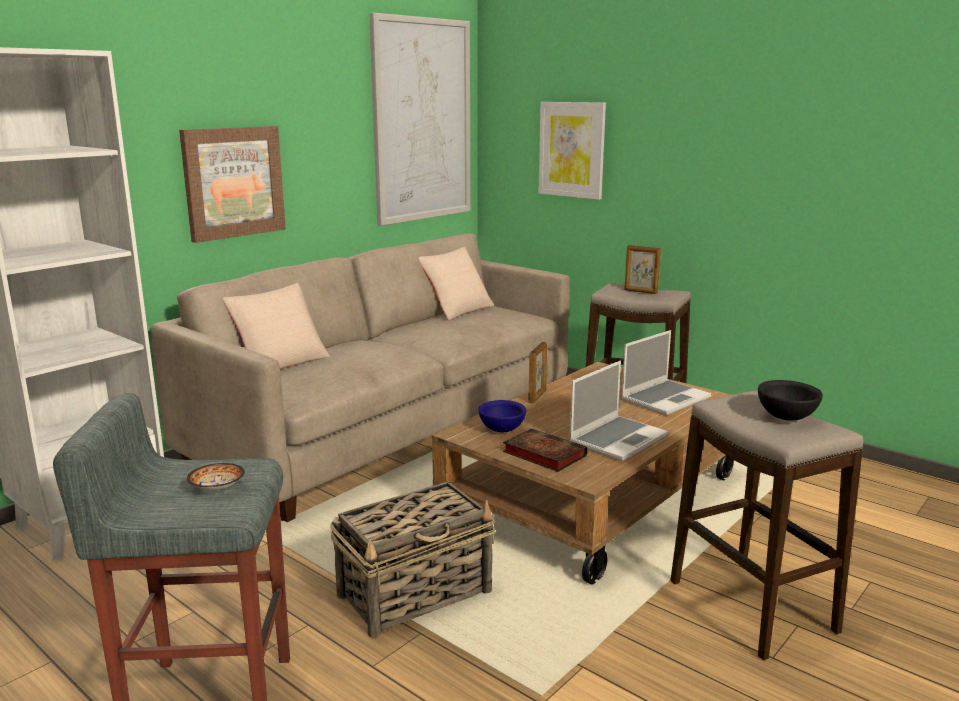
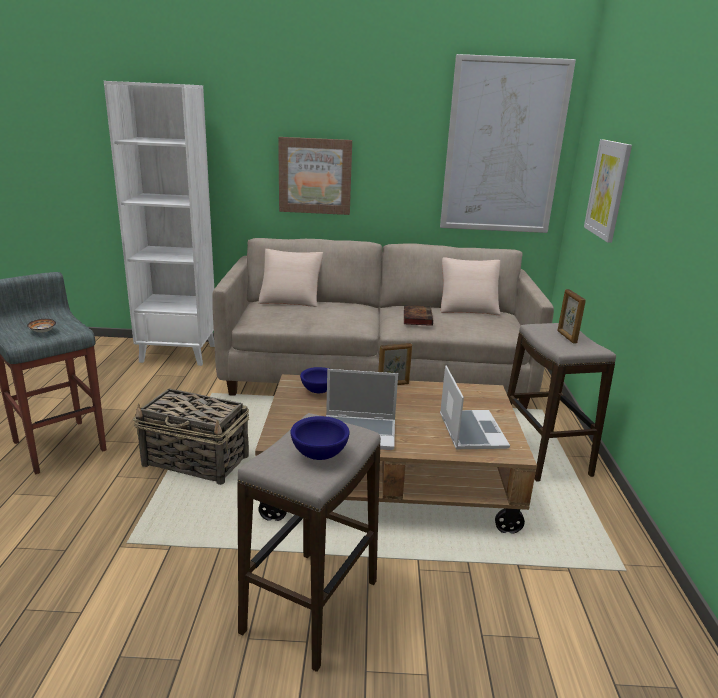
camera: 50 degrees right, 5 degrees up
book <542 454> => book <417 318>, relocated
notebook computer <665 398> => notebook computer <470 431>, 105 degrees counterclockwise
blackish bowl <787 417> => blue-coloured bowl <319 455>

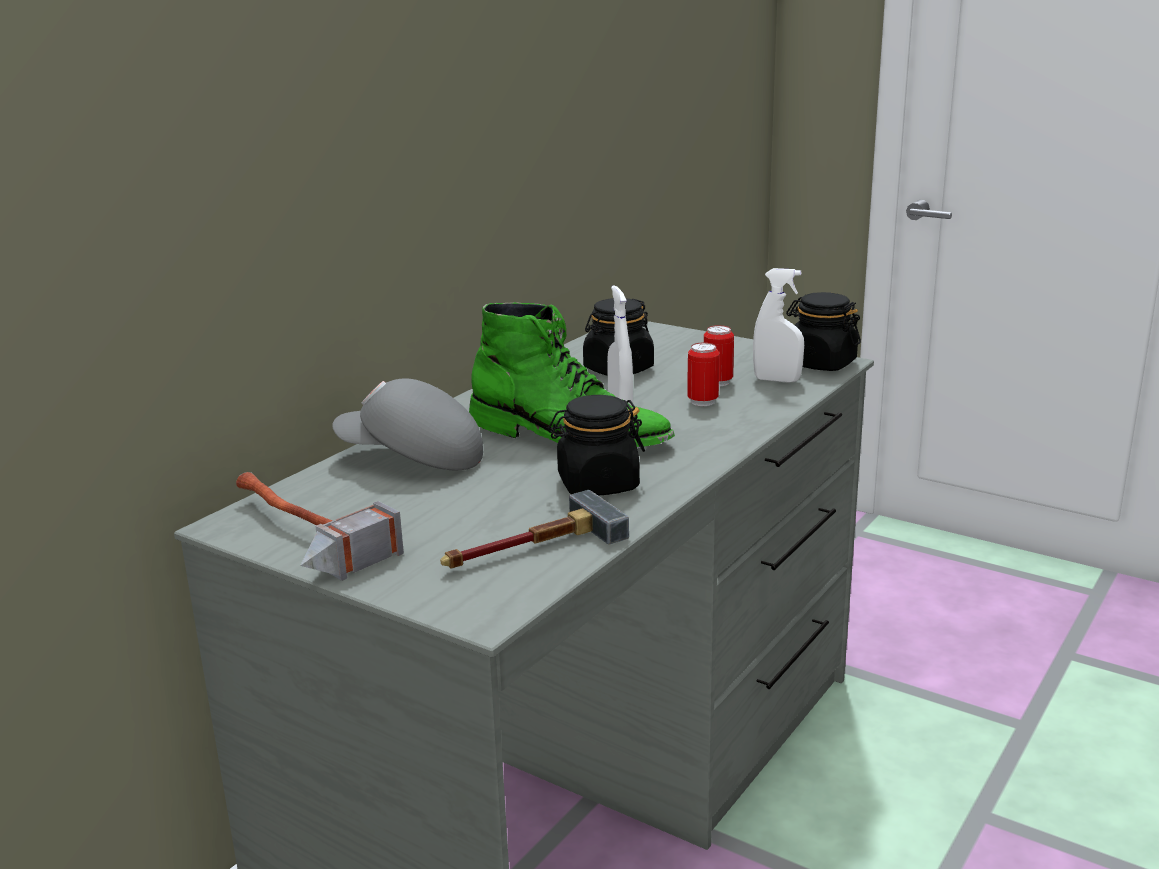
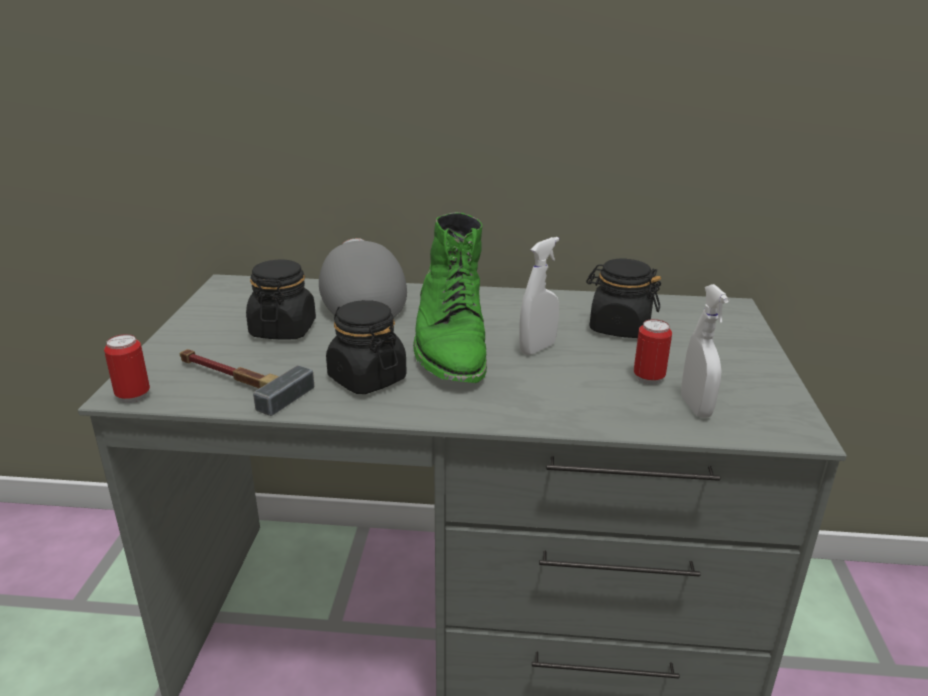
camera: 60 degrees right, 5 degrees up
tool hammer <295 536> => nothing
can <702 402> => can <133 396>, relocated
blackish jar <821 363> => blackish jar <283 329>, relocated

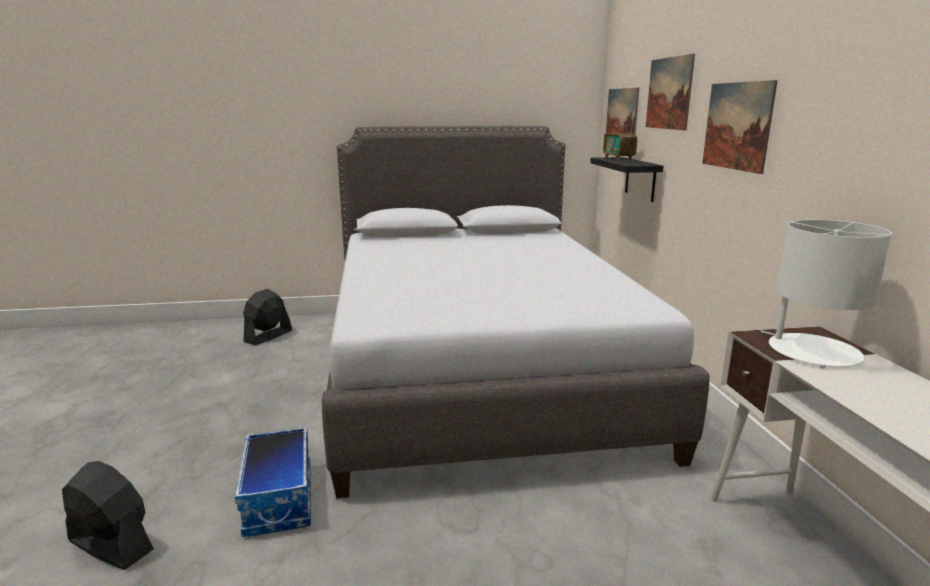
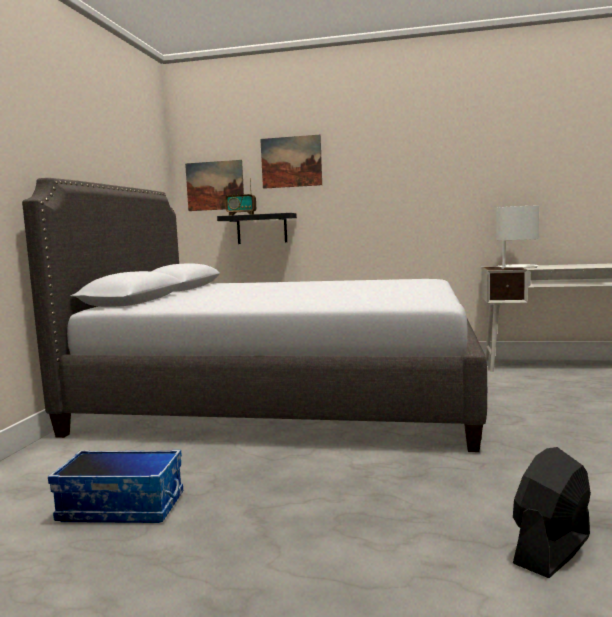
camera: 70 degrees left, 10 degrees down
storage box <280 498> => storage box <122 507>, relocated
blackish fan <268 336> => nothing
wall art <737 126> => nothing

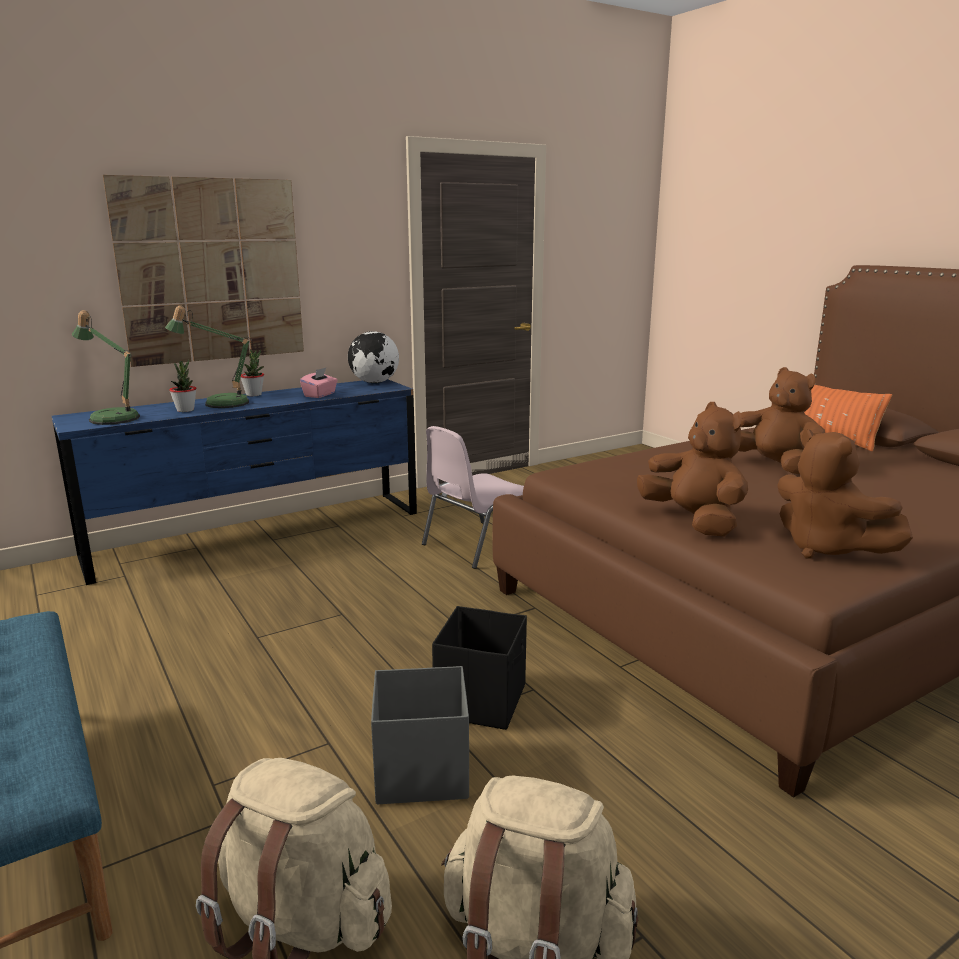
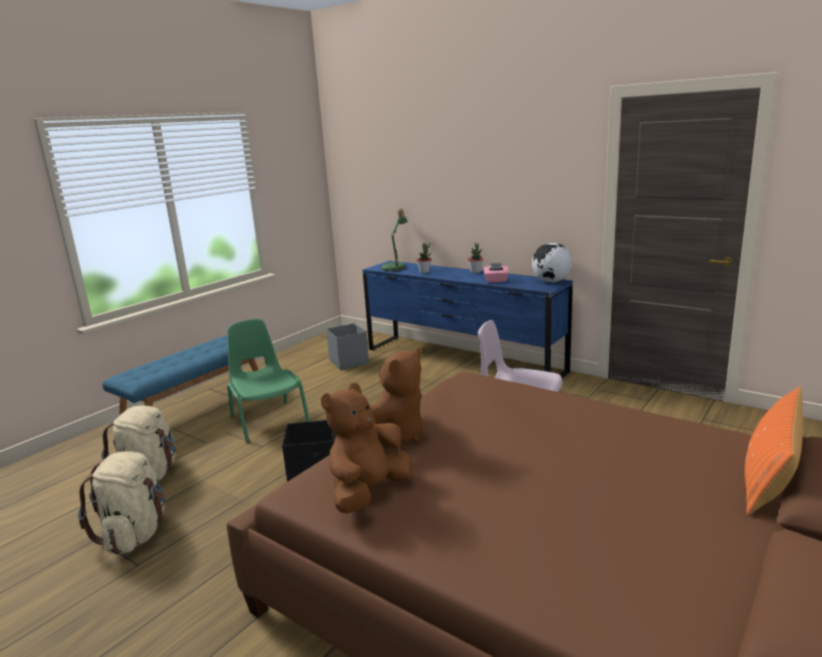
camera: 70 degrees right, 0 degrees up
wall art <212 271> => nothing
tabletop lamp <220 403> => nothing
greyish storage box <420 772> => greyish storage box <349 361>, relocated
brown plush toy <773 466> => nothing
nothing => green upright chair <268 420>

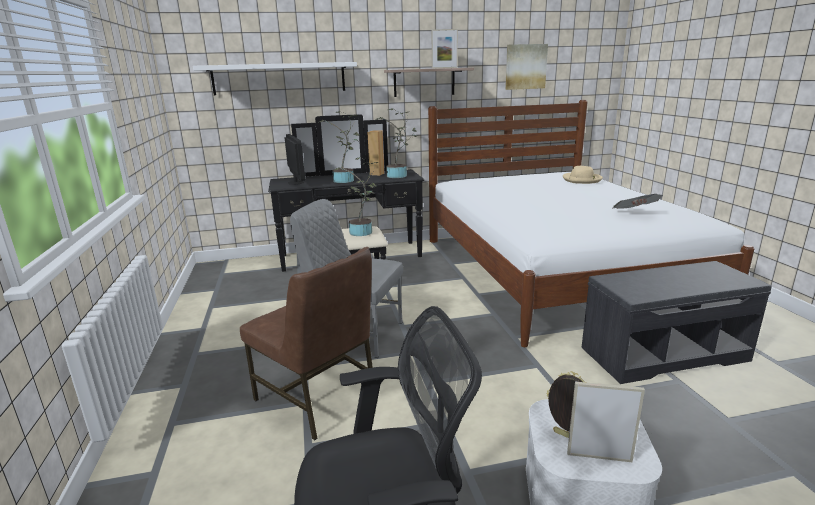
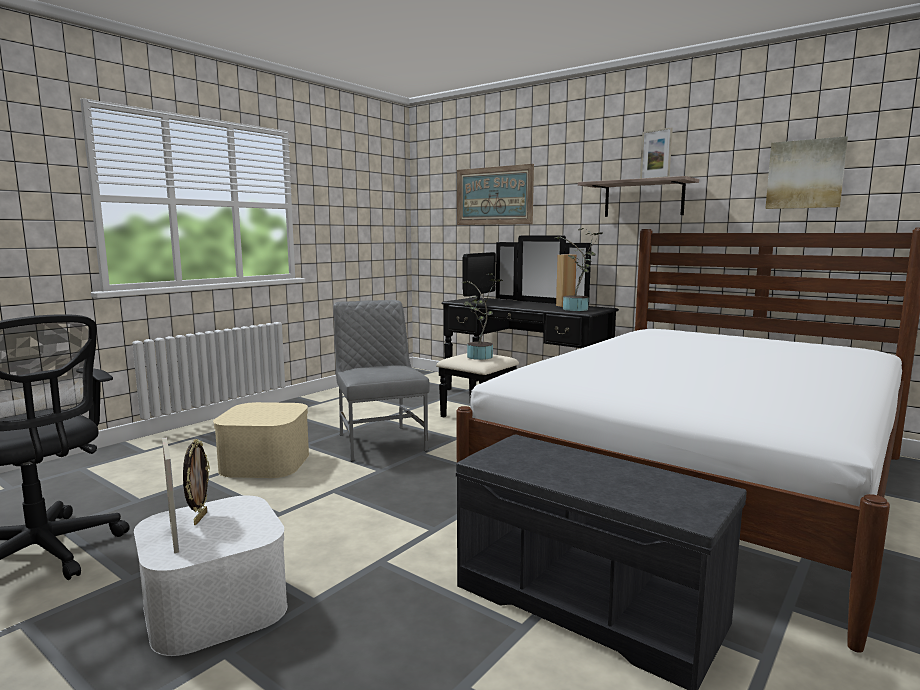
camera: 50 degrees right, 10 degrees down
white shelf <279 78> => wall art <494 196>
brown upright chair <318 399> => sand-coloured storage box <265 462>
houseplant <345 181> => nothing
sand-coloured hat <582 180> => nothing
printed paper <634 213> => nothing

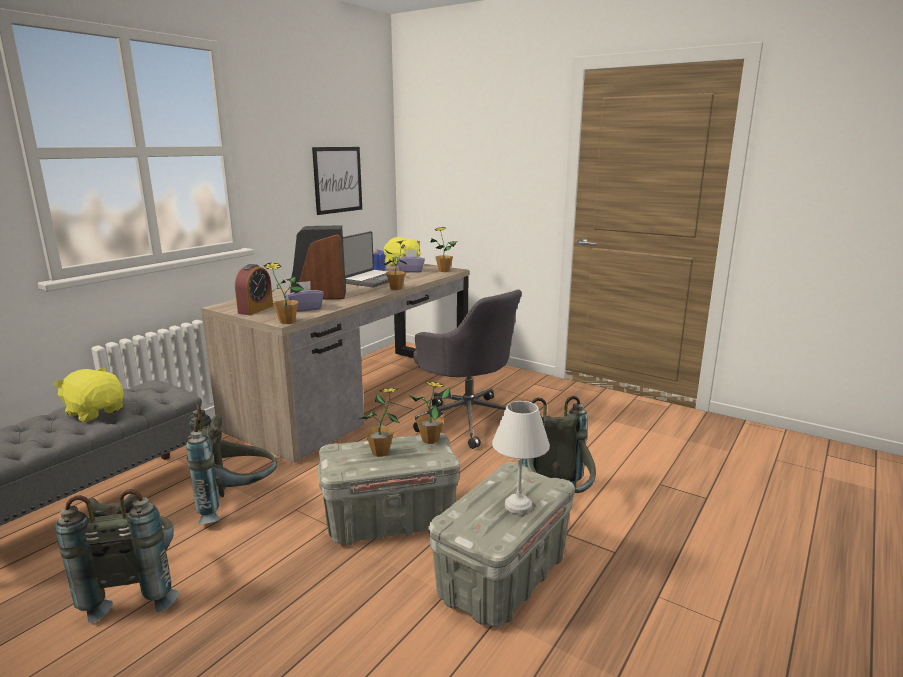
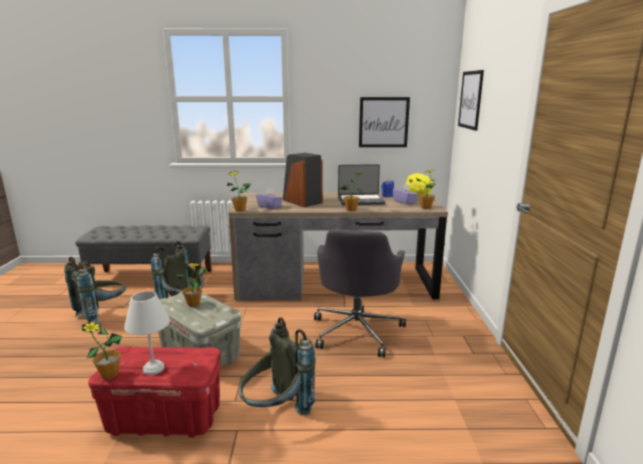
camera: 55 degrees right, 0 degrees up
yellow-coloured plush toy <95 412> => nothing
alarm clock <255 309> => nothing
houseplant <430 440> => houseplant <109 375>, relocated
greyish storage box <503 578> => red storage box <164 418>
nothing => wall art <470 100>

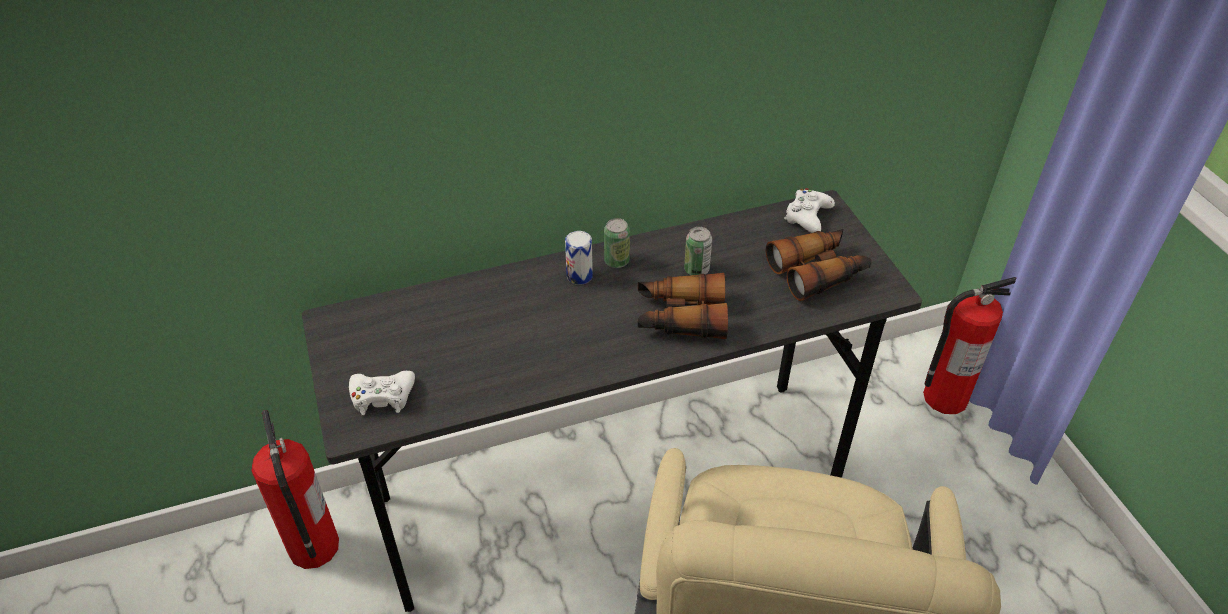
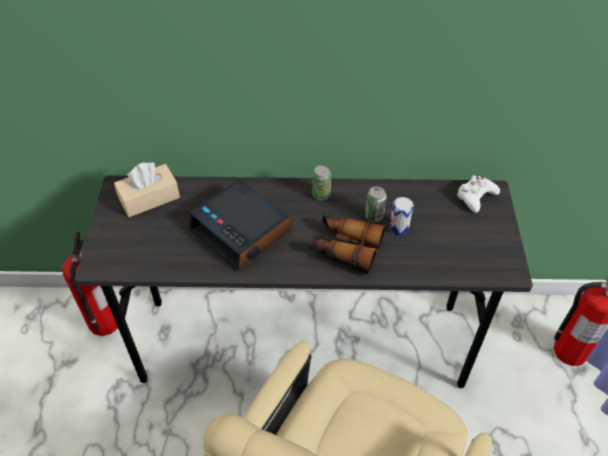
camera: 20 degrees right, 5 degrees up
white gamepad <382 397> => nothing
can <579 276> => can <399 228>, relocated
field glasses <818 271> => nothing
nothing => sand-coloured tissue box <149 198>
nothing => alarm clock <242 231>

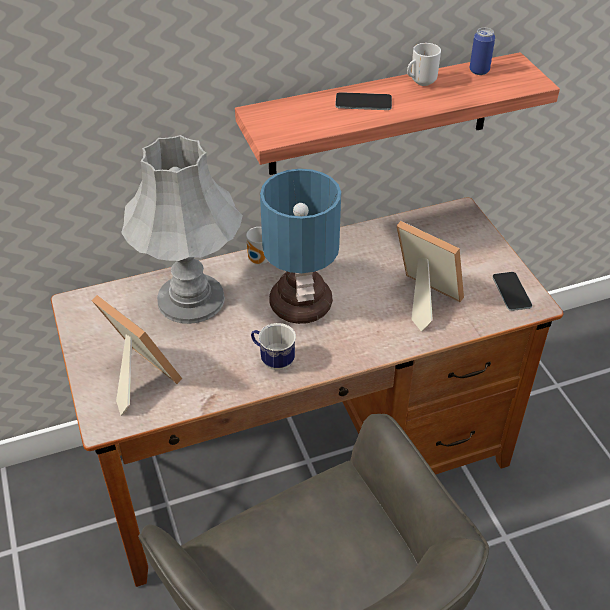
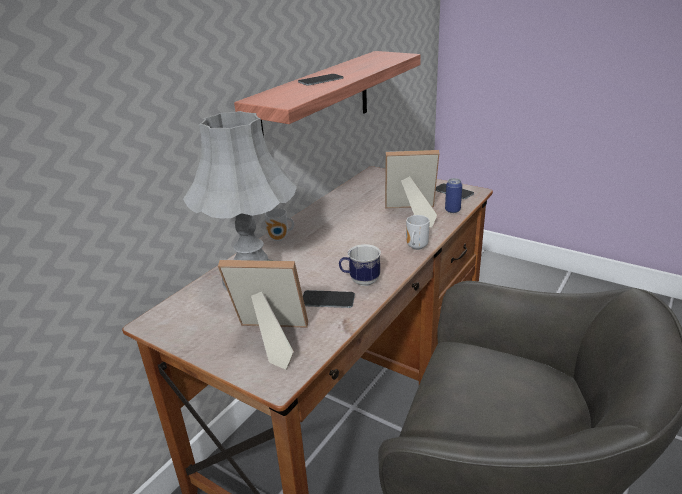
camera: 35 degrees left, 15 degrees down
tabletop lamp <302 306> => nothing
tea mug <421 82> => tea mug <415 247>, relocated
can <479 71> => can <452 210>, relocated
nothing => telephone <327 300>

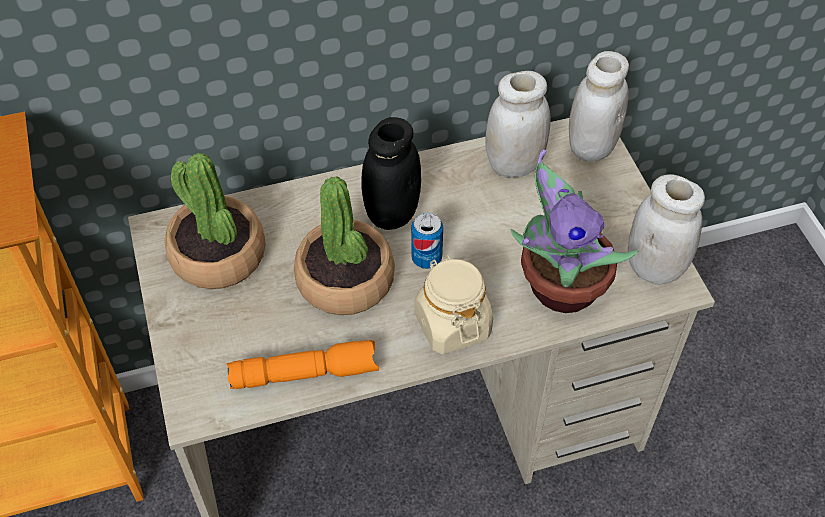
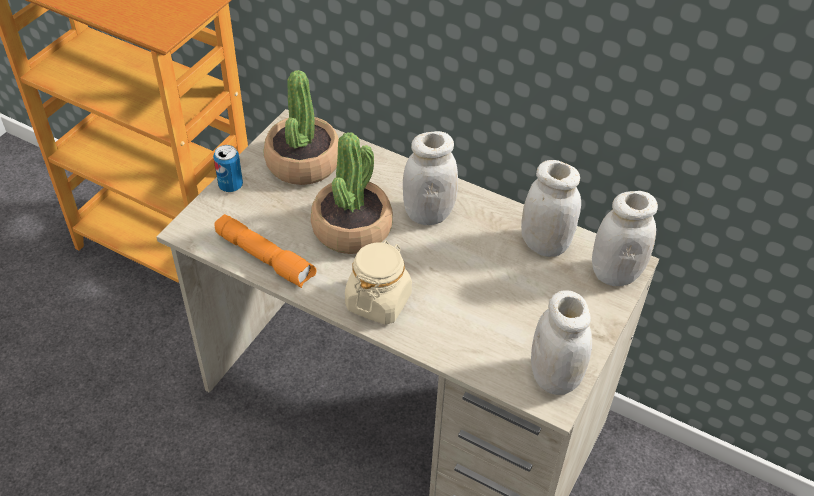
camera: 45 degrees right, 5 degrees down
blackish jar <392 213> => white jar <428 214>
can <426 258> => can <230 185>, relocated
houseplant <558 287> => nothing

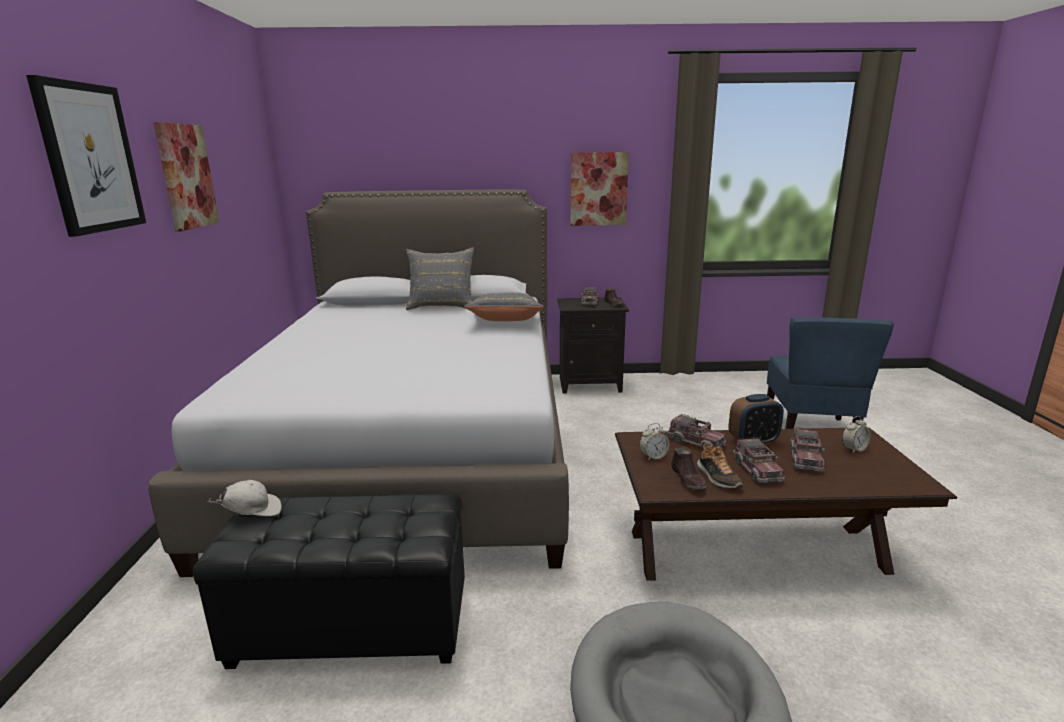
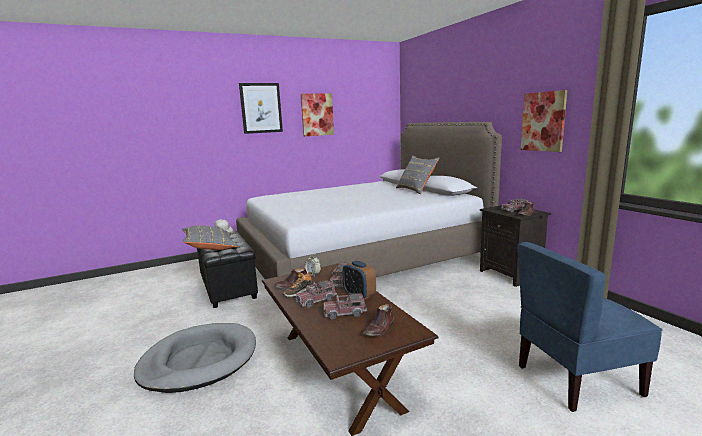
camera: 65 degrees right, 5 degrees down
greyish throw pillow <506 322> => greyish throw pillow <210 248>, relocated
alarm clock <853 449> => brown item of footwear <379 329>

